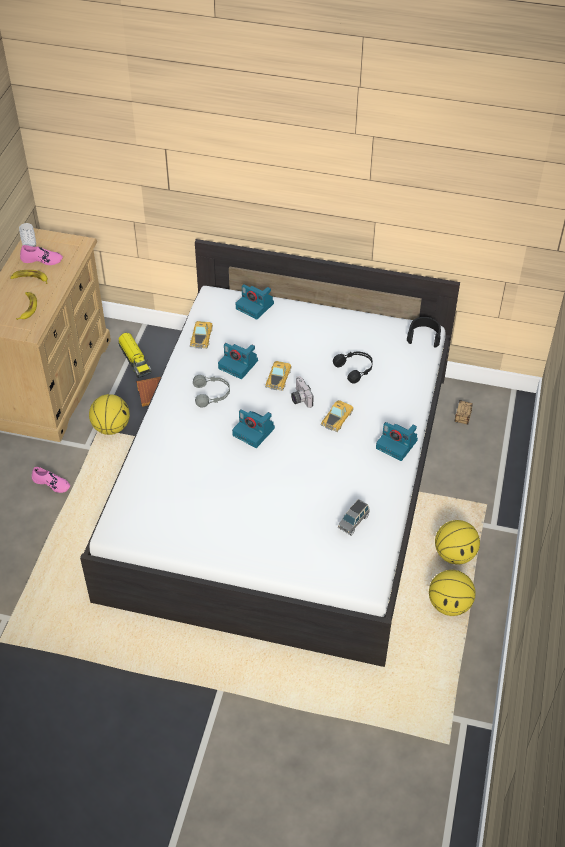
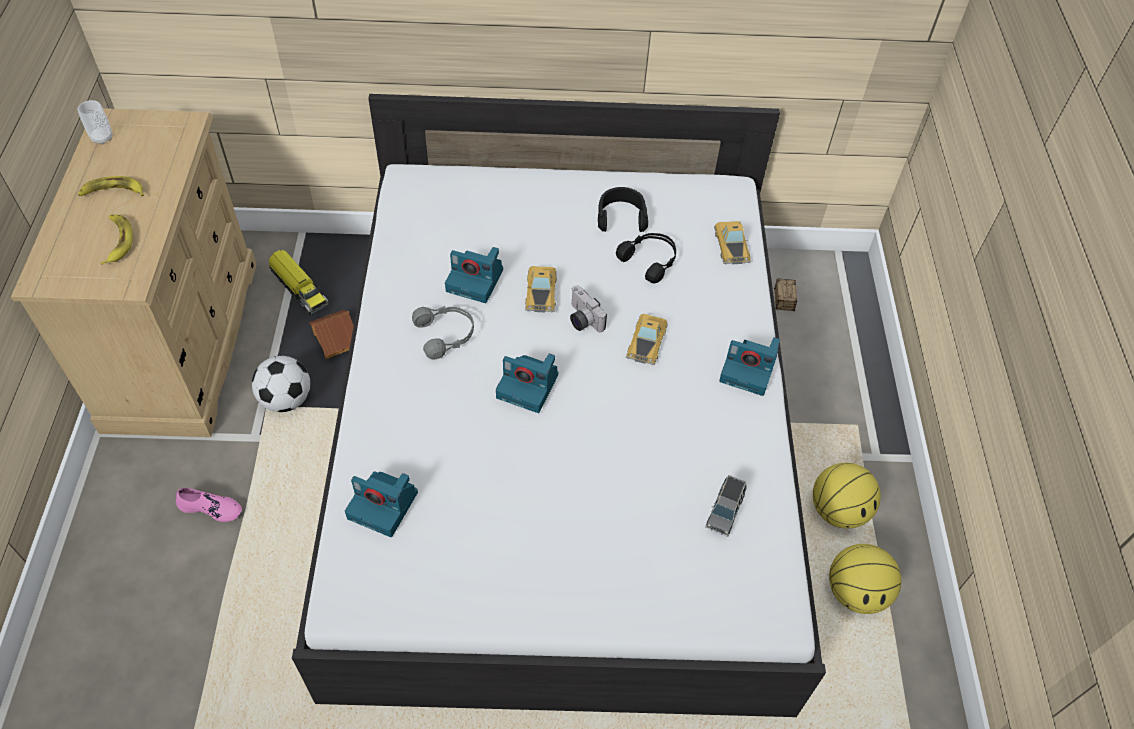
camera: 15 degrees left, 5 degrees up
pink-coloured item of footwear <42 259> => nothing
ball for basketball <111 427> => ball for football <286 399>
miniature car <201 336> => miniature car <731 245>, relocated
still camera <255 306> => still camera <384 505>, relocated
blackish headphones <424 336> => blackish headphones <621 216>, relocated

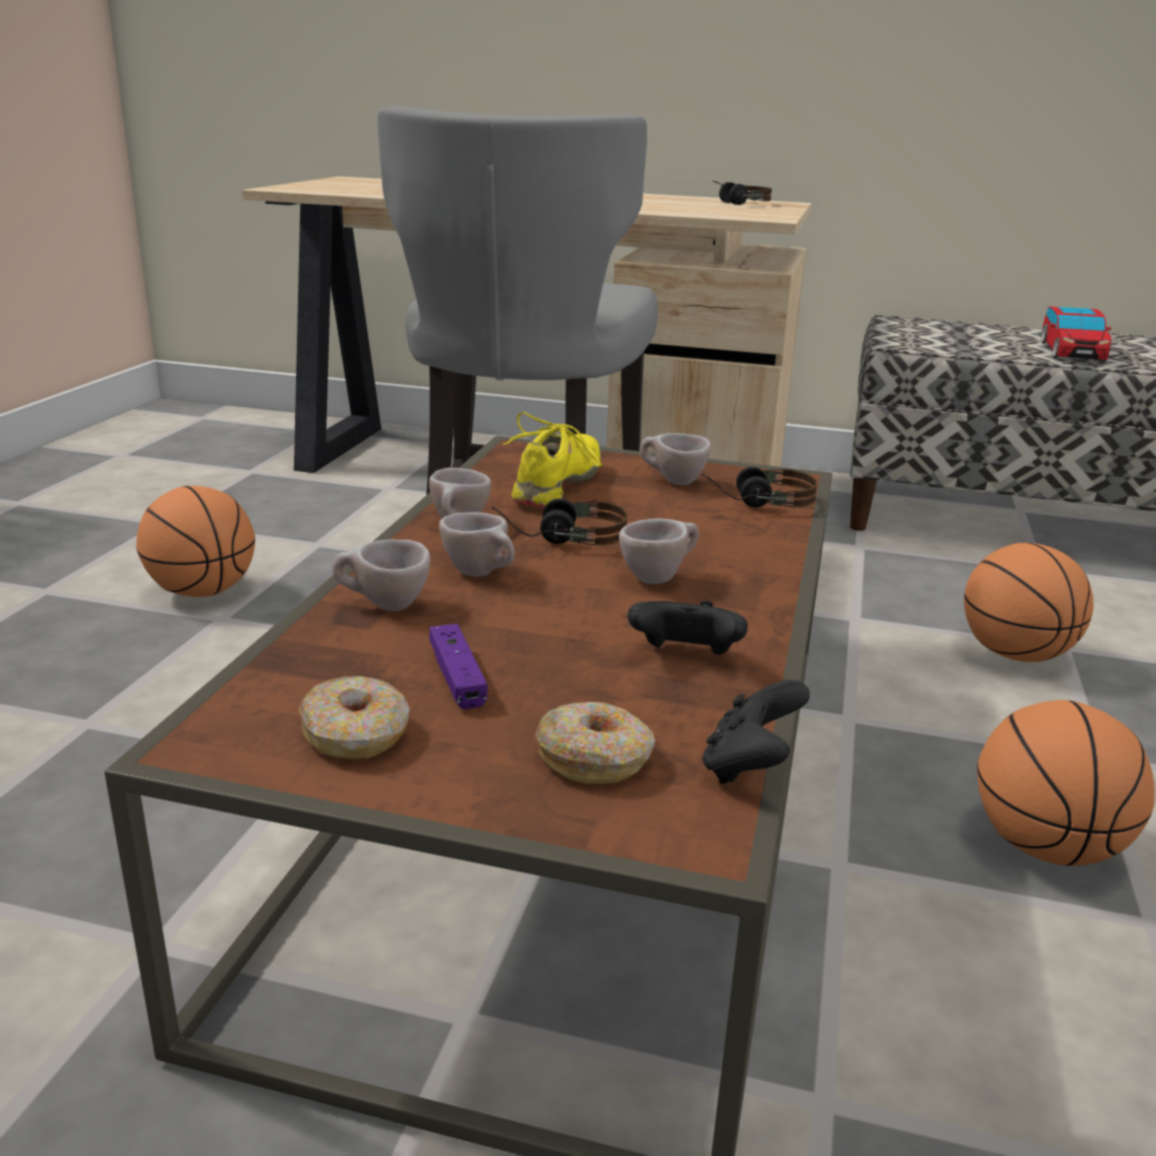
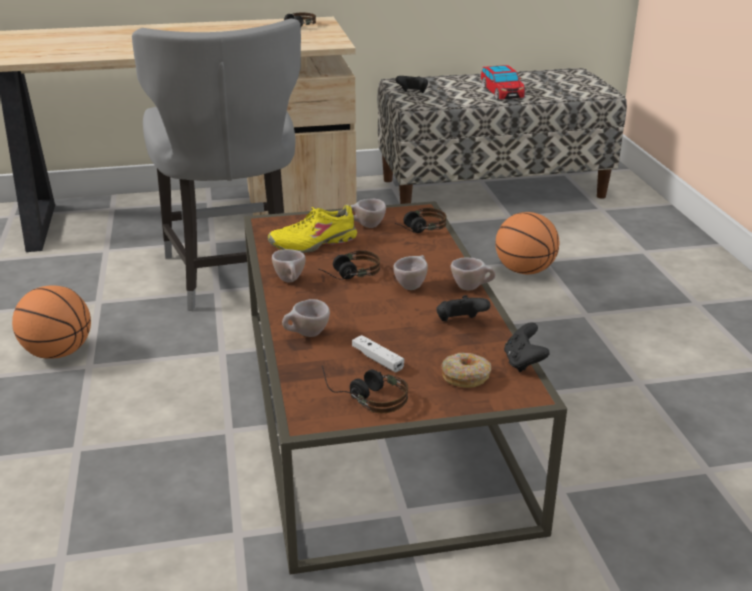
camera: 25 degrees left, 5 degrees up
doughnut <356 734> => headphones <365 396>
purplish gamepad <457 677> => white gamepad <377 359>
sand-coloured drinking cup <482 574> => sand-coloured drinking cup <472 288>, relocated
yellow-coloured item of footwear <558 486> => yellow-coloured item of footwear <313 243>, 105 degrees counterclockwise
ball for basketball <1046 847> => nothing
nothing => blackish gamepad <412 93>

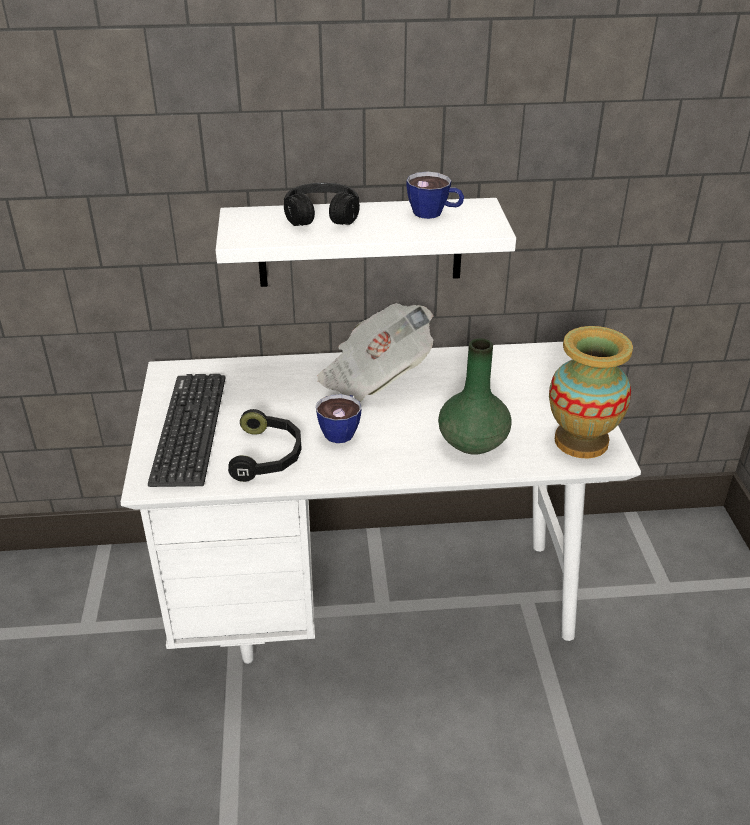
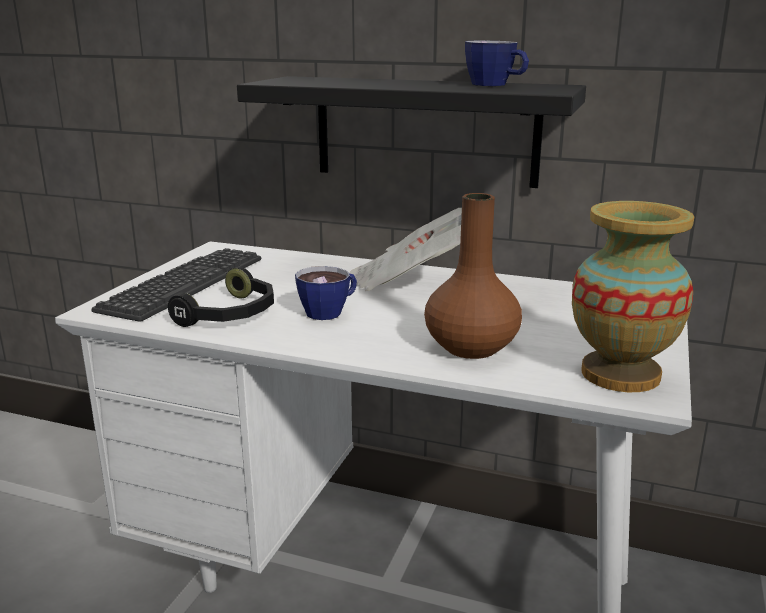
camera: 25 degrees right, 15 degrees down
white shelf <360 242> => blackish shelf <425 131>
blackish headphones <322 216> => nothing
green vase <473 442> => brown vase <472 347>

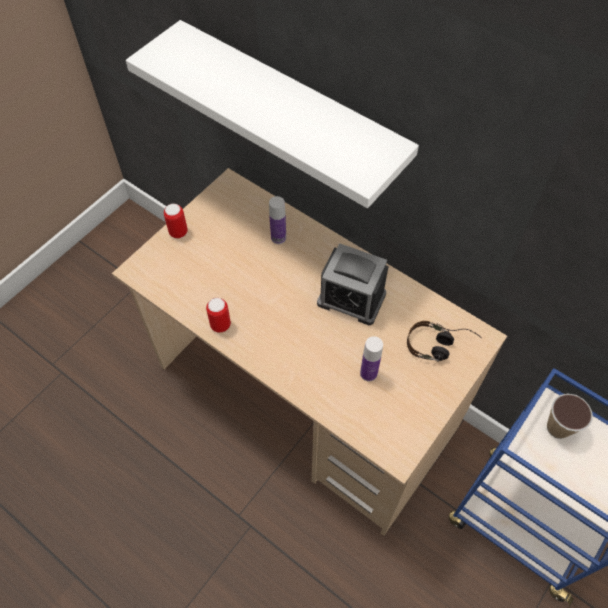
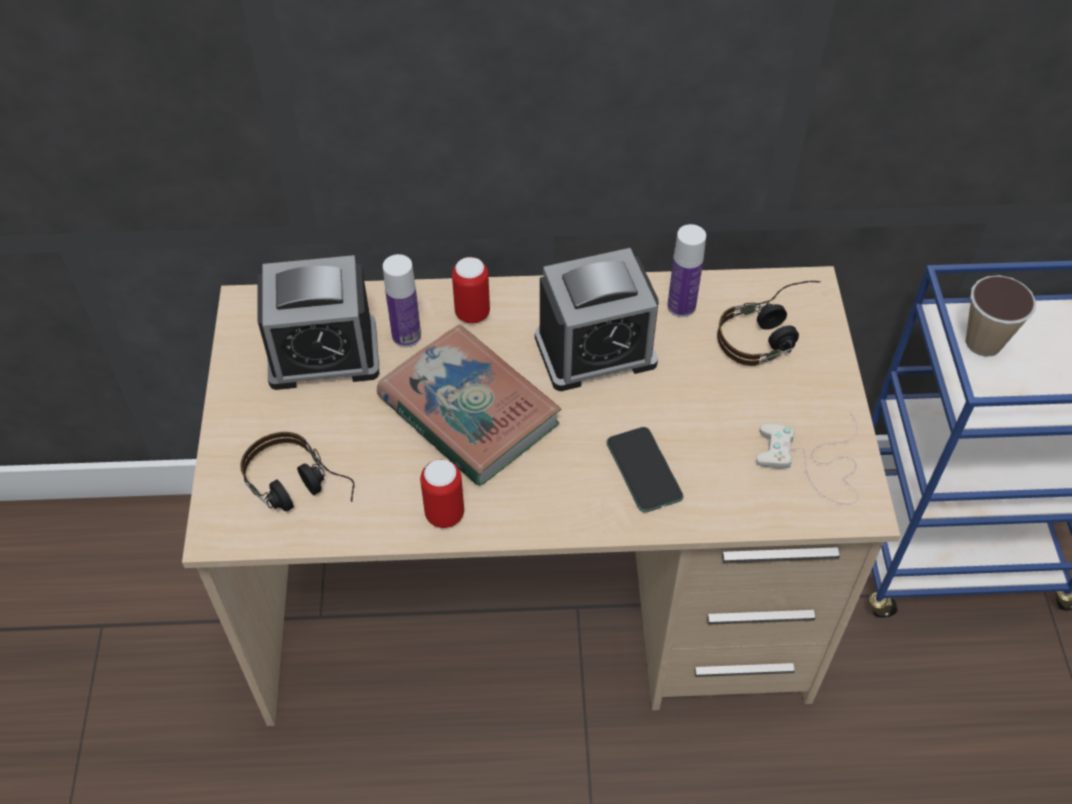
camera: 40 degrees left, 5 degrees down
white shelf <291 110> => nothing
can <178 232> => can <472 313>, relocated
bottle <368 373> => bottle <681 306>, relocated
nothing => headphones <301 491>
nothing => alarm clock <323 354>
nothing => book <468 411>
nothing => telephone <644 470>
nothing => white gamepad <814 463>

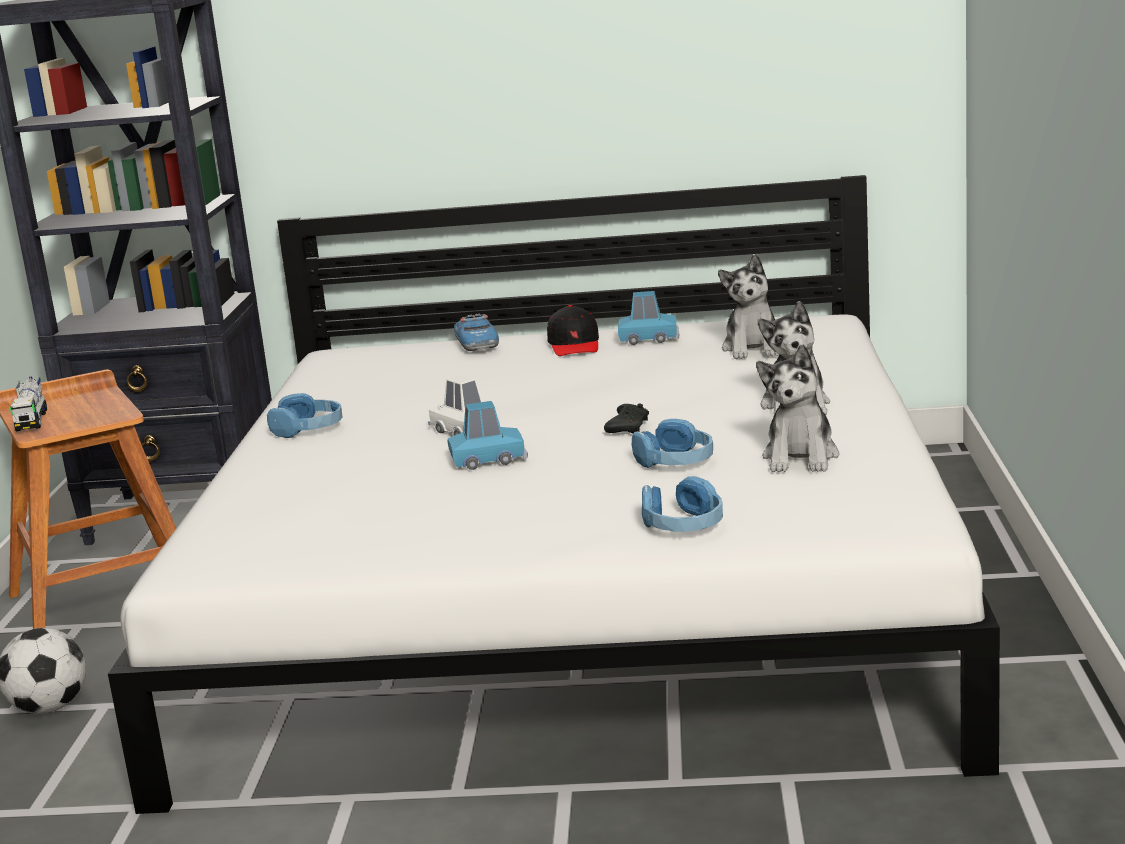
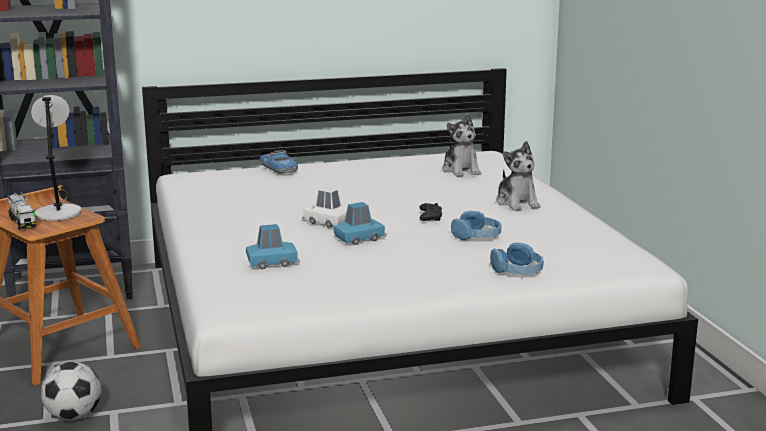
camera: 20 degrees left, 0 degrees up
blue-coloured headphones <308 429> => nothing
blackish baseball cap <574 345> => nothing
blue-coloured miniature car <649 338> => blue-coloured miniature car <272 263>, relocated
plush toy <801 457> => nothing
nothing => greyish tabletop lamp <58 212>

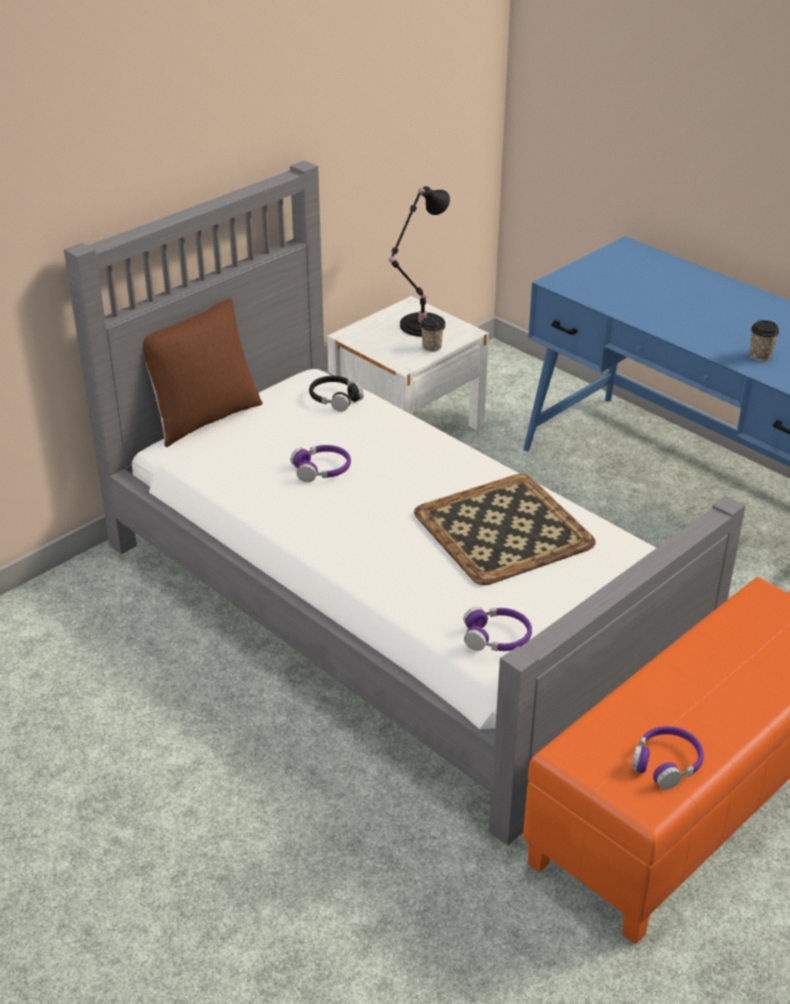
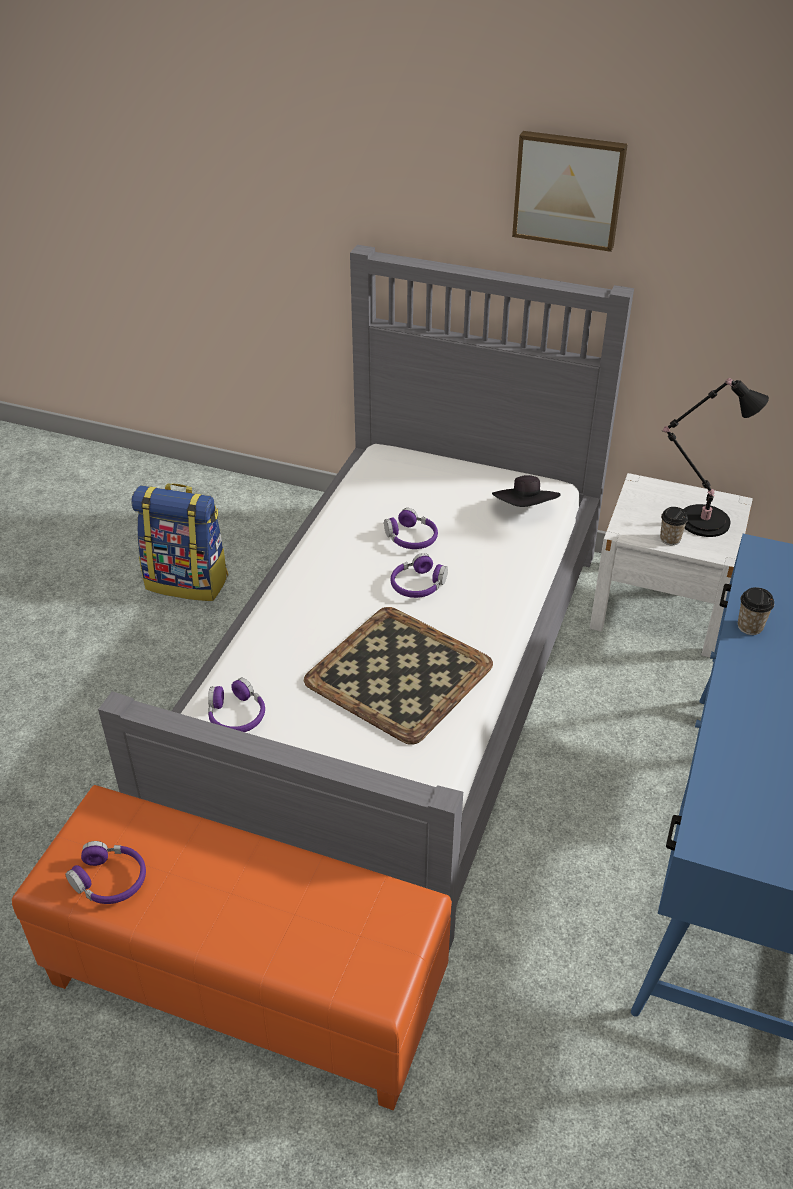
camera: 65 degrees right, 5 degrees up
brown throw pillow <203 417> => nothing
blackish headphones <335 399> => blackish hat <525 510>
drinking cup <760 355> => drinking cup <750 627>, relocated
nothing => rucksack <188 582>
nothing => purplish headphones <418 585>
nothing => wall art <569 189>

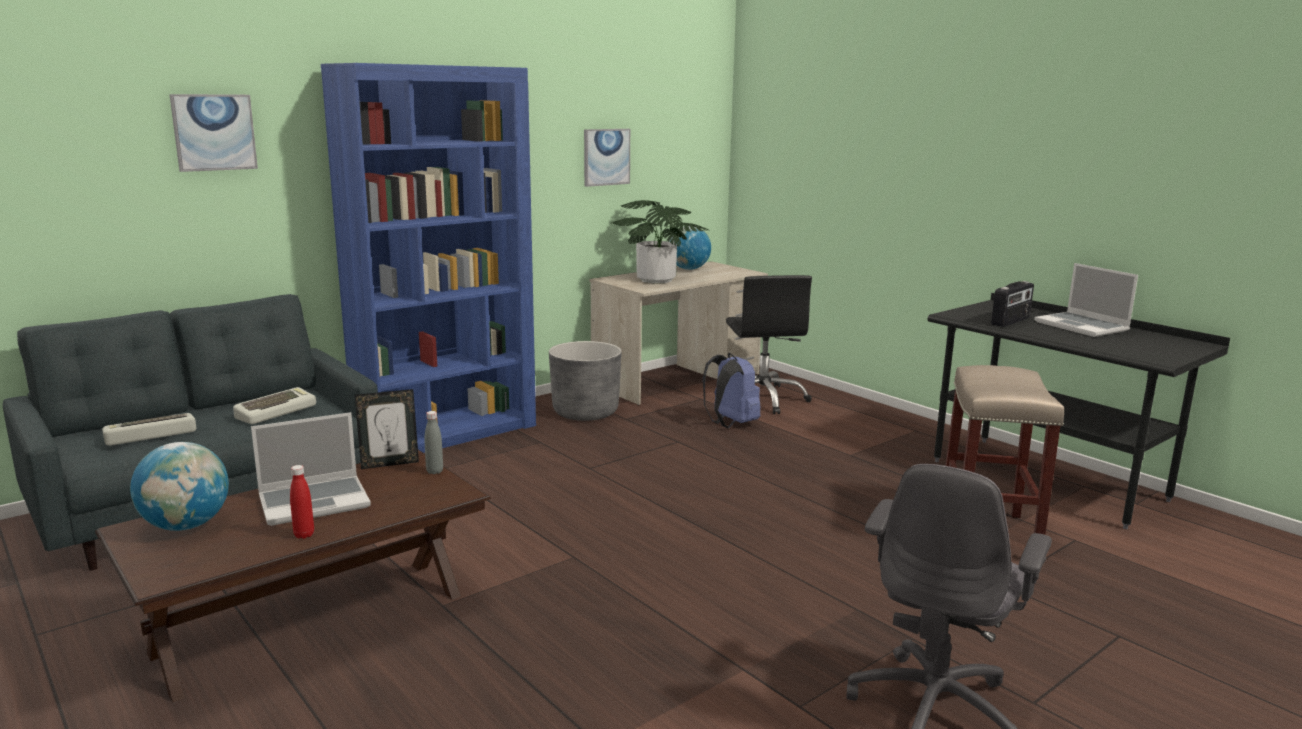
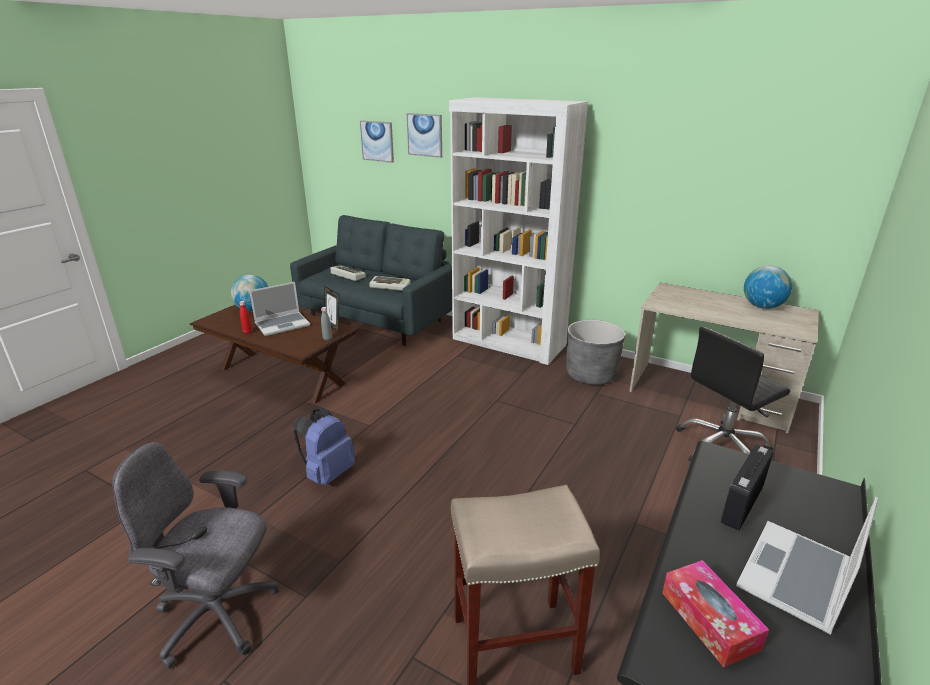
camera: 70 degrees right, 10 degrees up
notebook computer <315 501> => notebook computer <283 324>, 75 degrees counterclockwise
blue-coloured shelving unit <447 433> => white shelving unit <508 342>
wall art <606 157> => wall art <377 141>, relocated
houseplant <656 280> => nothing
blue-coloured rucksack <730 424> => blue-coloured rucksack <328 473>, relocated
radio set <1011 321> => radio set <741 504>, 105 degrees clockwise
nothing => tissue box <709 620>

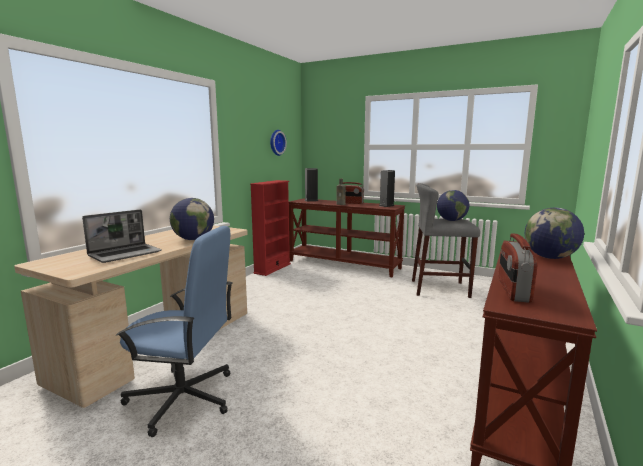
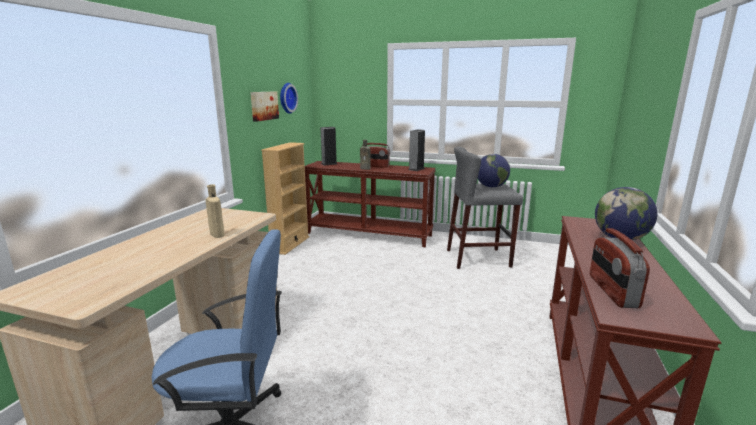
camera: 10 degrees left, 5 degrees up
notebook computer <126 254> => nothing
desk globe <193 239> => sand-coloured bottle <216 234>
red shelving unit <272 268> => sand-coloured shelving unit <290 244>
nothing => wall art <263 105>

